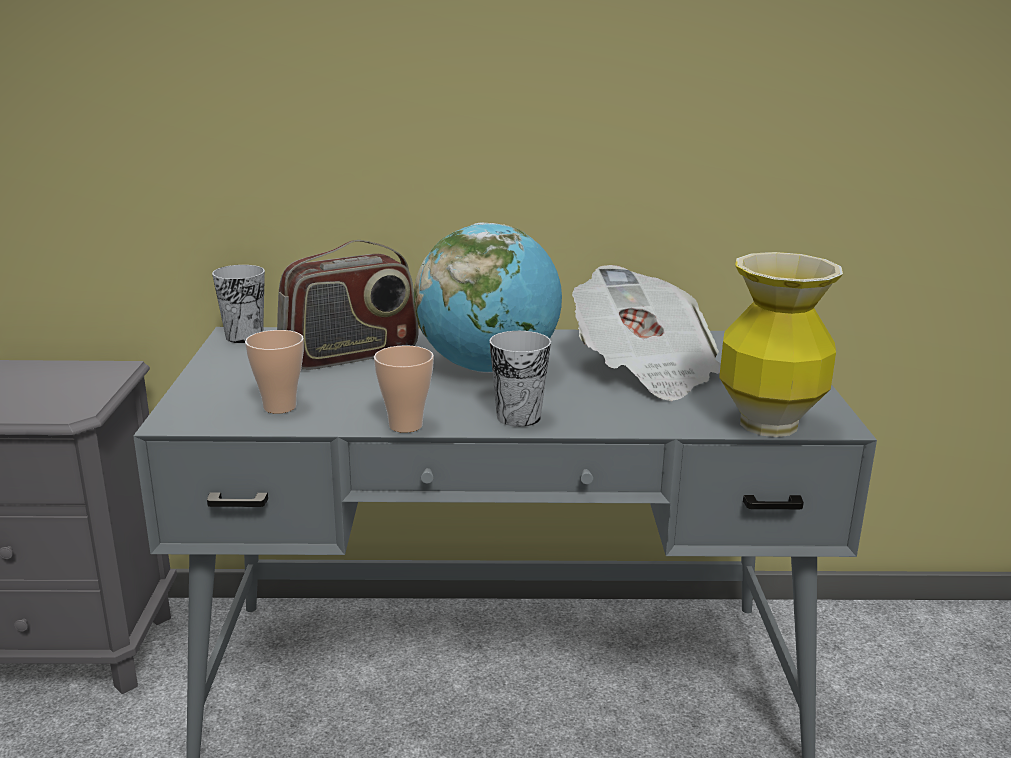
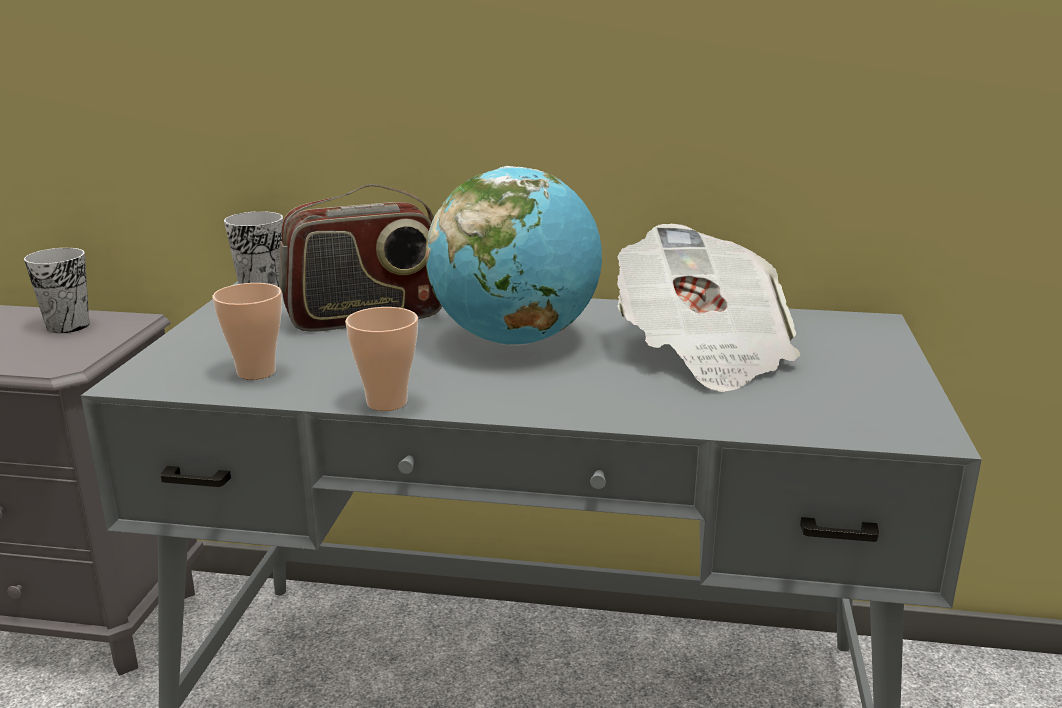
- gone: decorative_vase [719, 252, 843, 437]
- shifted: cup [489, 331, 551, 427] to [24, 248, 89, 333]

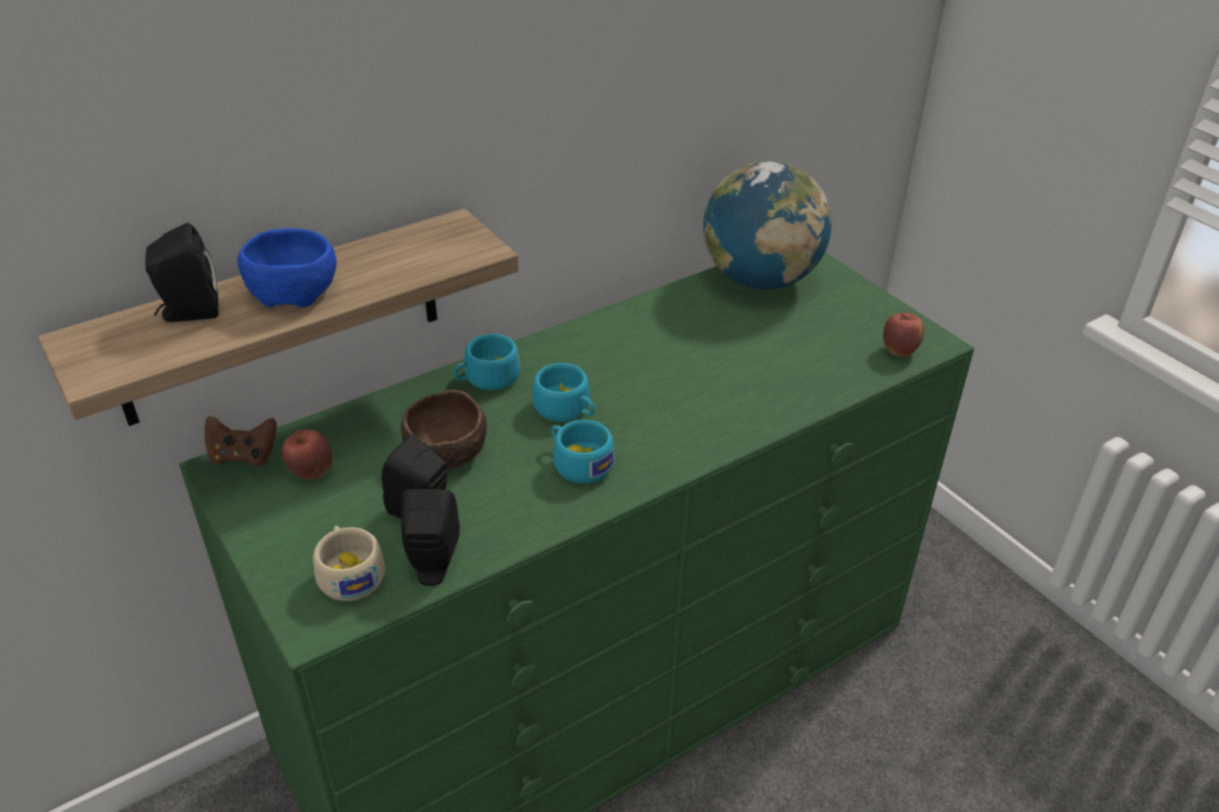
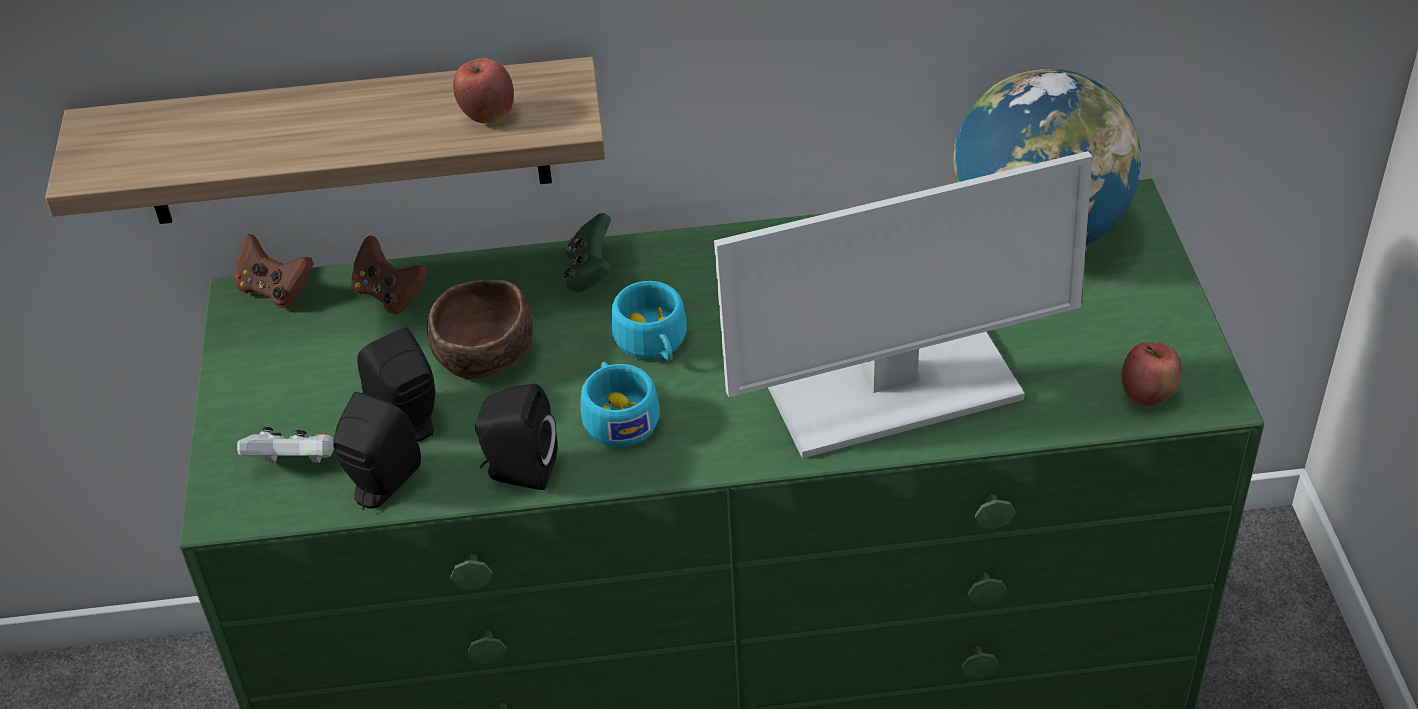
- gone: bluish_deep_dish [237, 228, 336, 308]
- new: brownish_joypad [351, 235, 428, 314]
- new: monitor [714, 151, 1093, 458]
- shifted: blackish_audio_speaker [145, 223, 218, 322] to [475, 384, 557, 490]
- shifted: apple_fruit [282, 429, 332, 480] to [453, 58, 514, 124]
- swapped: beige_cup [313, 526, 385, 601] to whitish_joypad [237, 427, 334, 463]
- swapped: turquoise-coloured_cup [453, 334, 520, 390] to greenish_joypad [564, 213, 612, 292]

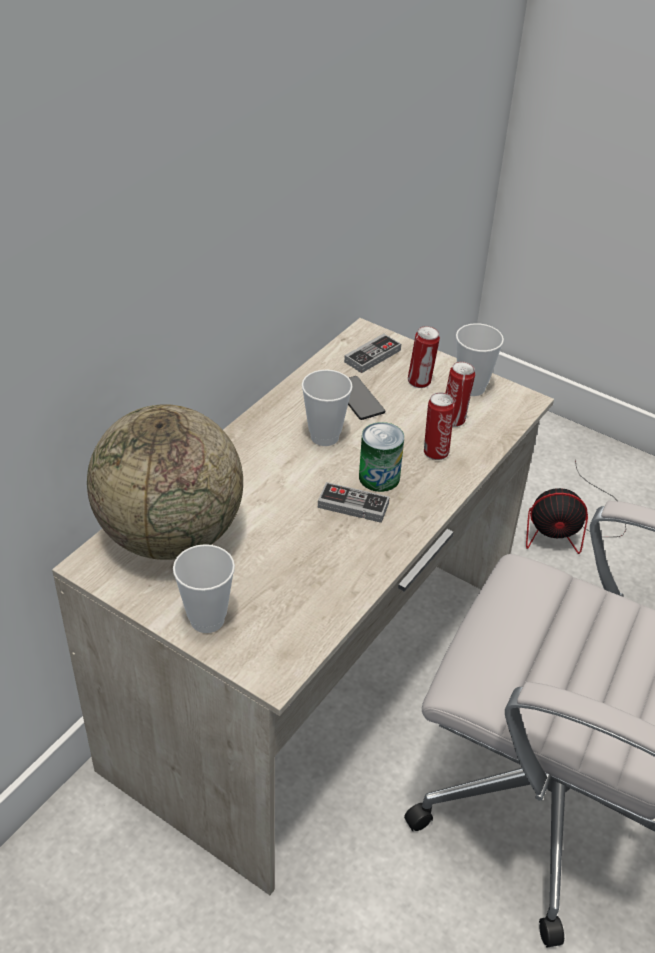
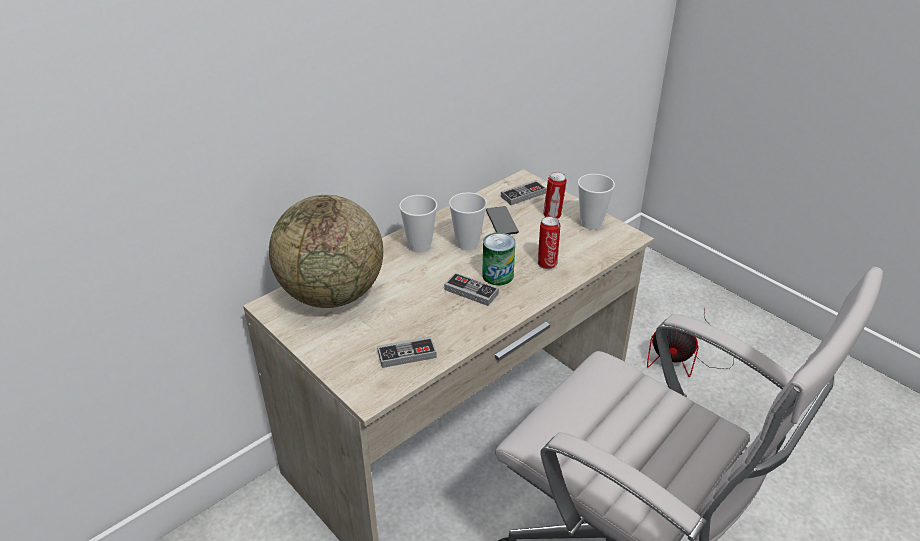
- gone: metal_can [446, 362, 475, 427]
- new: joypad [377, 336, 437, 368]
- shifted: cup [173, 544, 235, 633] to [399, 195, 437, 253]

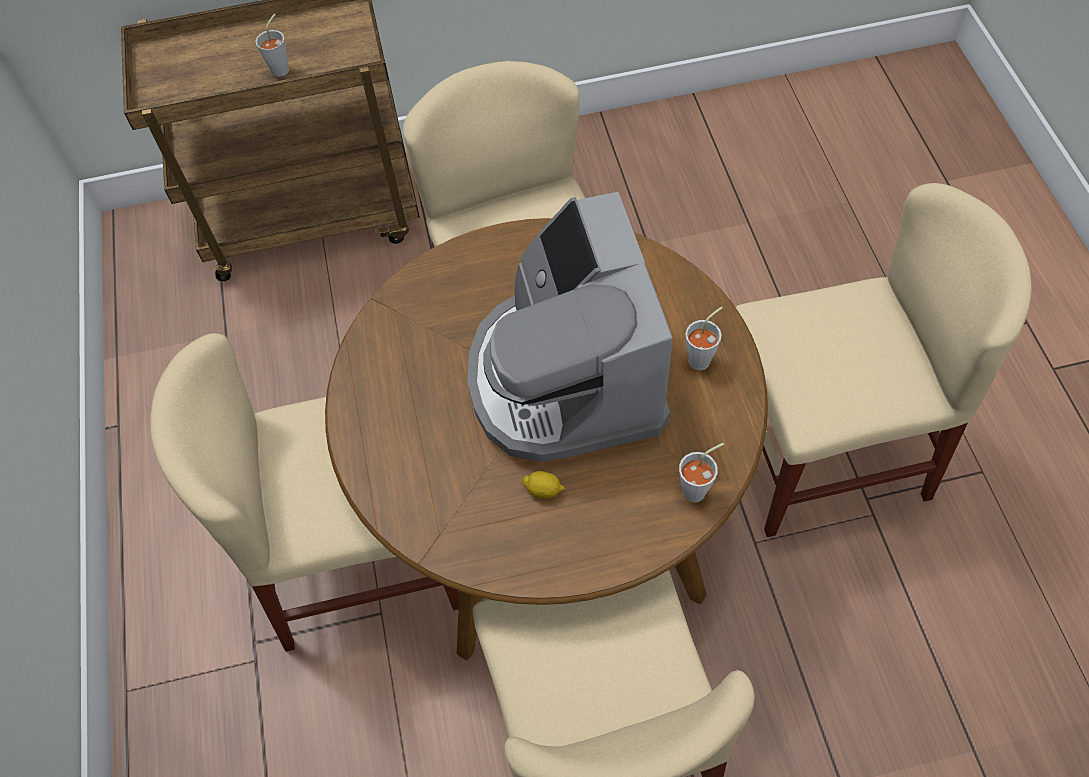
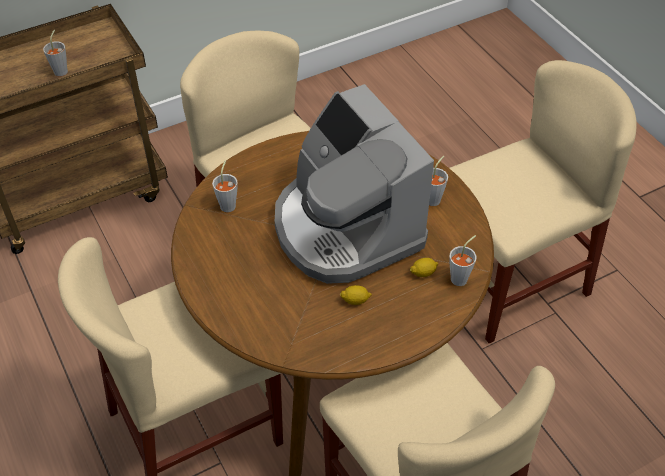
- new: gray_cup [212, 161, 238, 212]
- new: lemon [410, 258, 439, 277]

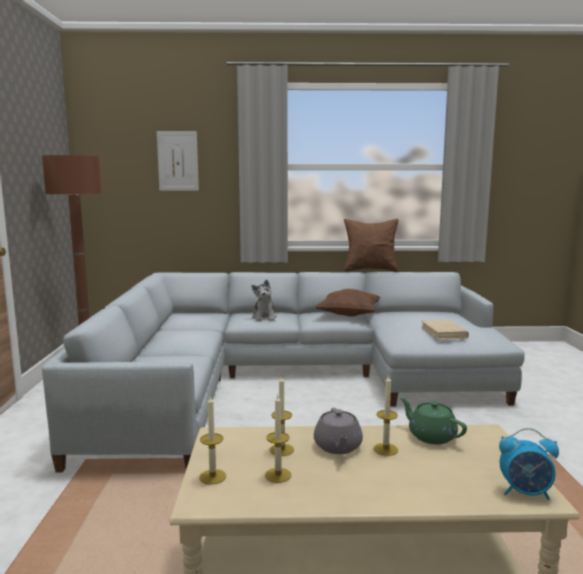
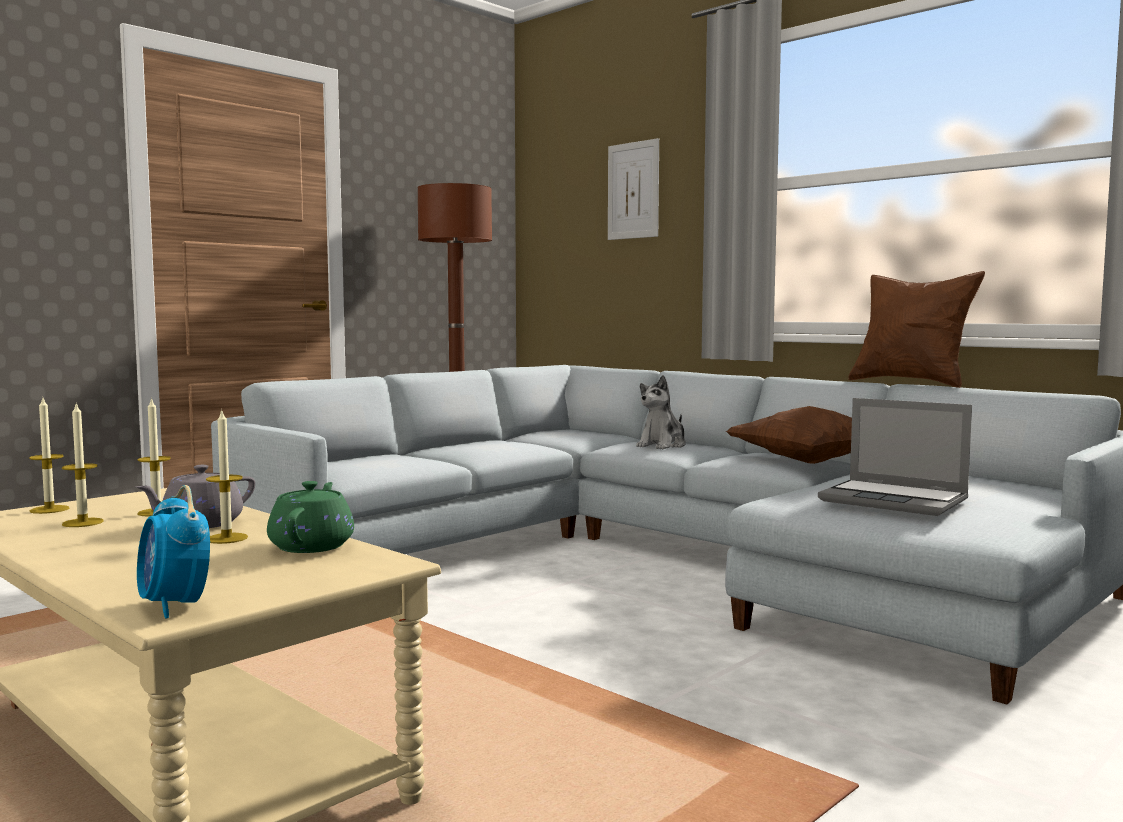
- swapped: beige_volume [421, 320, 469, 340] to portable_computer [818, 398, 972, 516]

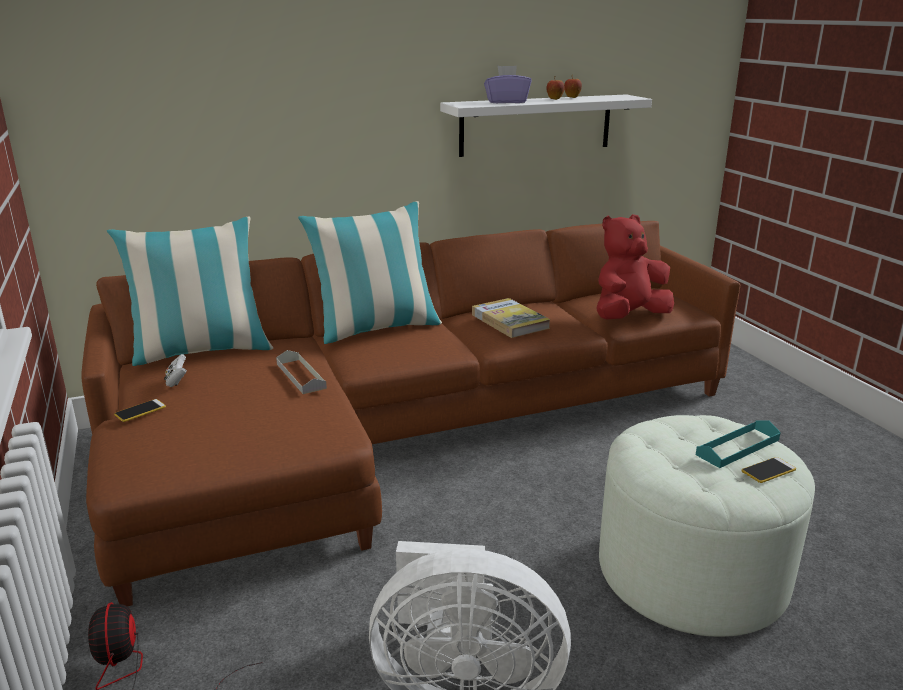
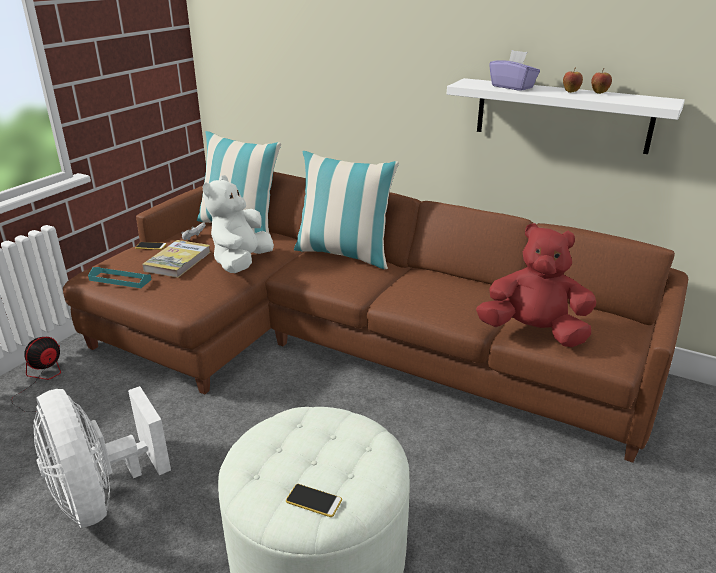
- shifted: volume [472, 298, 551, 338] to [142, 240, 211, 278]
- shifted: turquoise-coloured_tray [696, 420, 781, 468] to [88, 267, 151, 288]
- swapped: gray_tray [276, 350, 327, 394] to whitish_soft_toy [202, 175, 274, 273]

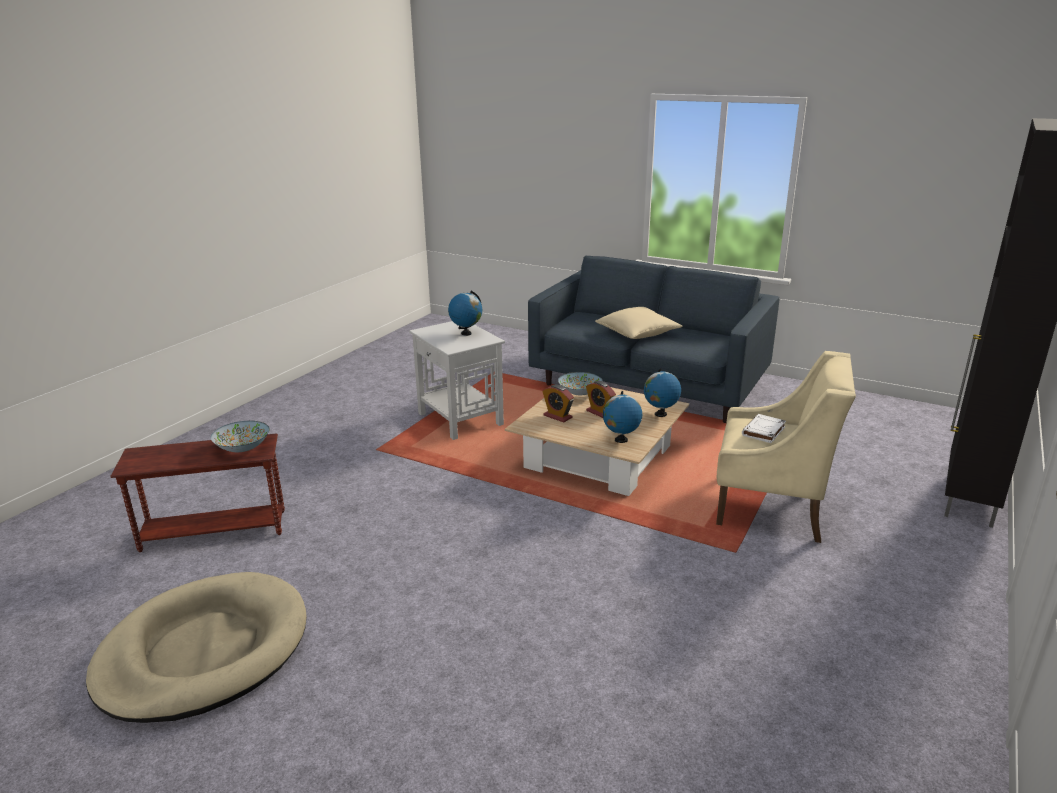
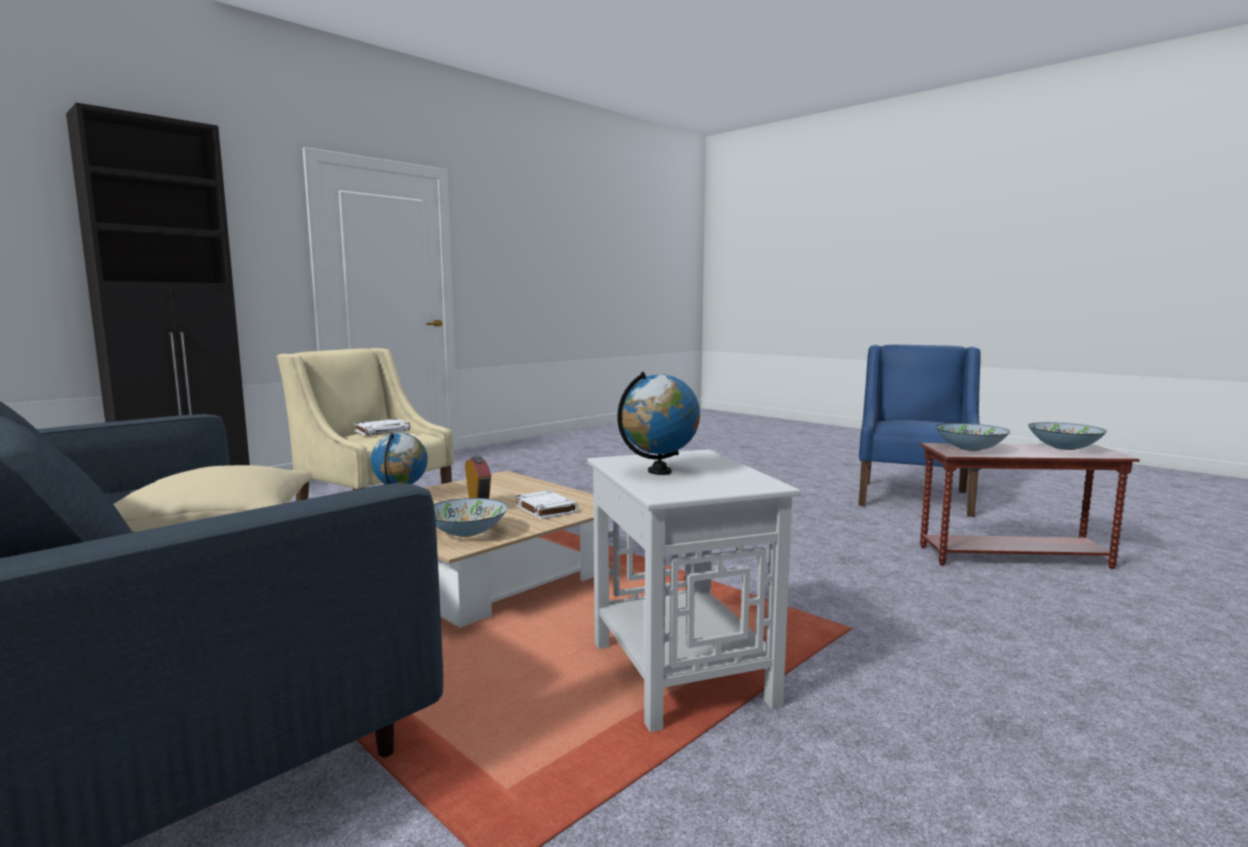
- gone: desk_globe [603, 391, 642, 443]
- new: deep_dish [1028, 422, 1107, 450]
- swapped: beige_dog_cushion [86, 572, 306, 723] to bluish_easy_chair [859, 345, 981, 517]
- swapped: table_clock [543, 385, 574, 423] to whitish_volume [515, 490, 578, 519]

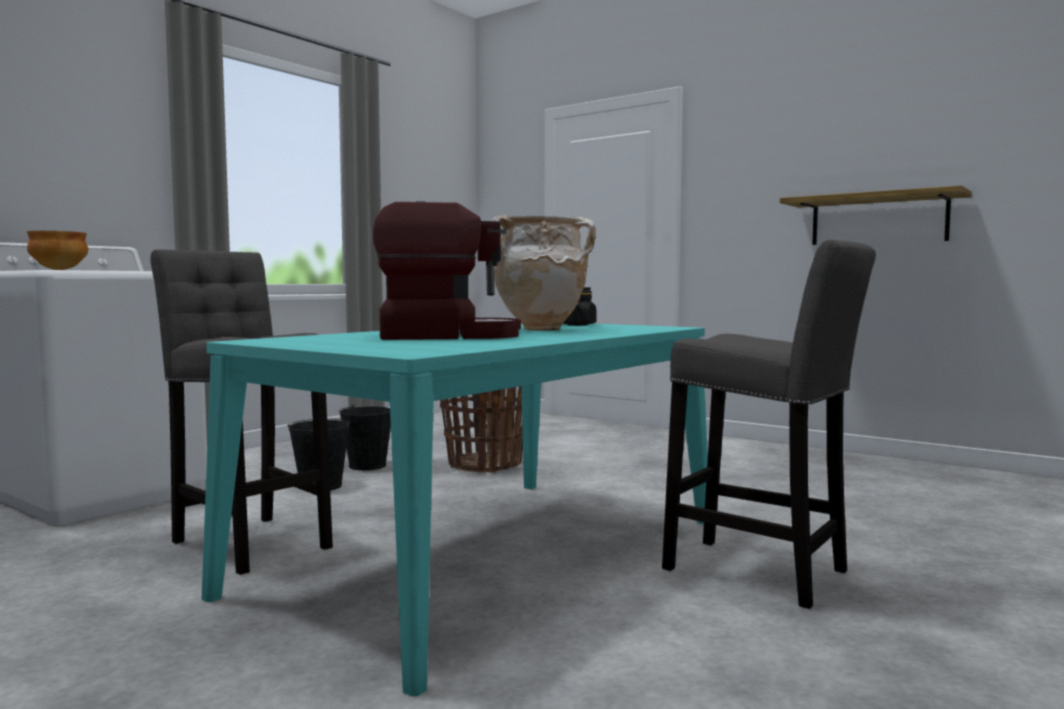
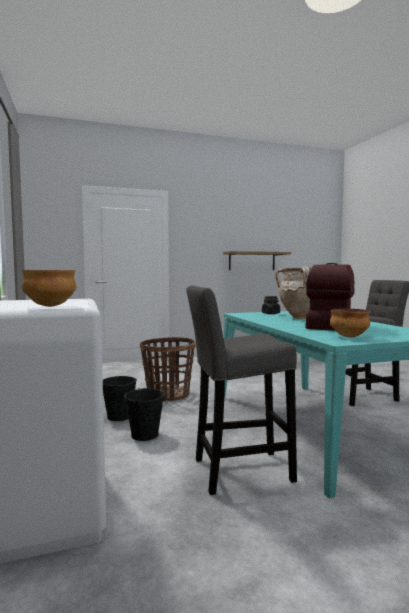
- new: deep_dish [330, 309, 370, 337]

